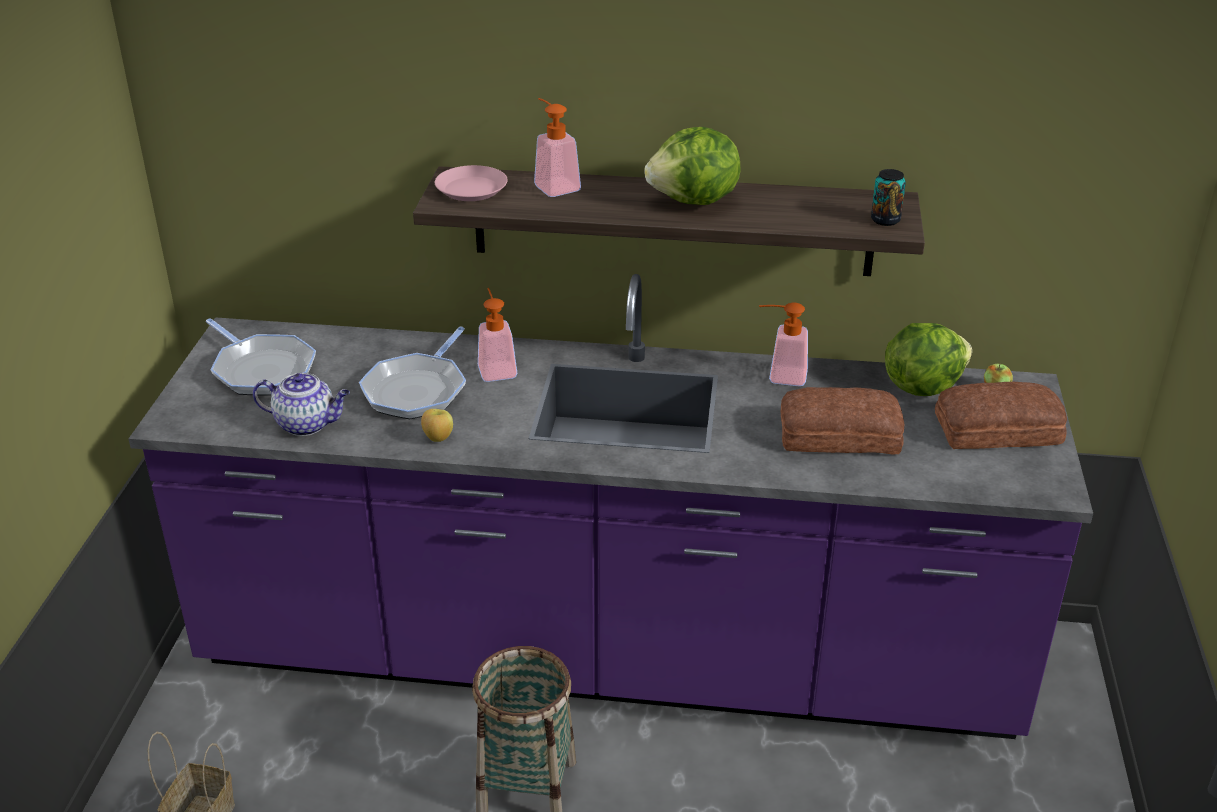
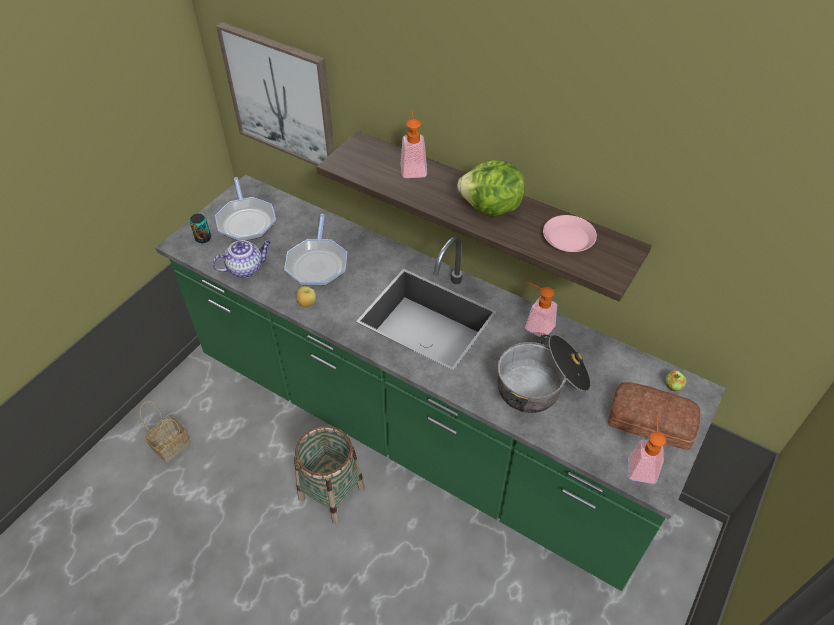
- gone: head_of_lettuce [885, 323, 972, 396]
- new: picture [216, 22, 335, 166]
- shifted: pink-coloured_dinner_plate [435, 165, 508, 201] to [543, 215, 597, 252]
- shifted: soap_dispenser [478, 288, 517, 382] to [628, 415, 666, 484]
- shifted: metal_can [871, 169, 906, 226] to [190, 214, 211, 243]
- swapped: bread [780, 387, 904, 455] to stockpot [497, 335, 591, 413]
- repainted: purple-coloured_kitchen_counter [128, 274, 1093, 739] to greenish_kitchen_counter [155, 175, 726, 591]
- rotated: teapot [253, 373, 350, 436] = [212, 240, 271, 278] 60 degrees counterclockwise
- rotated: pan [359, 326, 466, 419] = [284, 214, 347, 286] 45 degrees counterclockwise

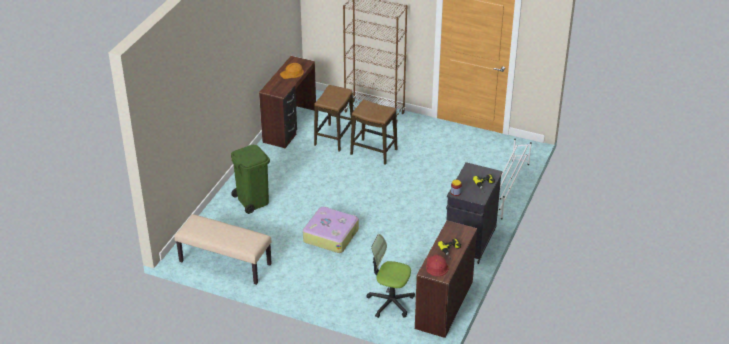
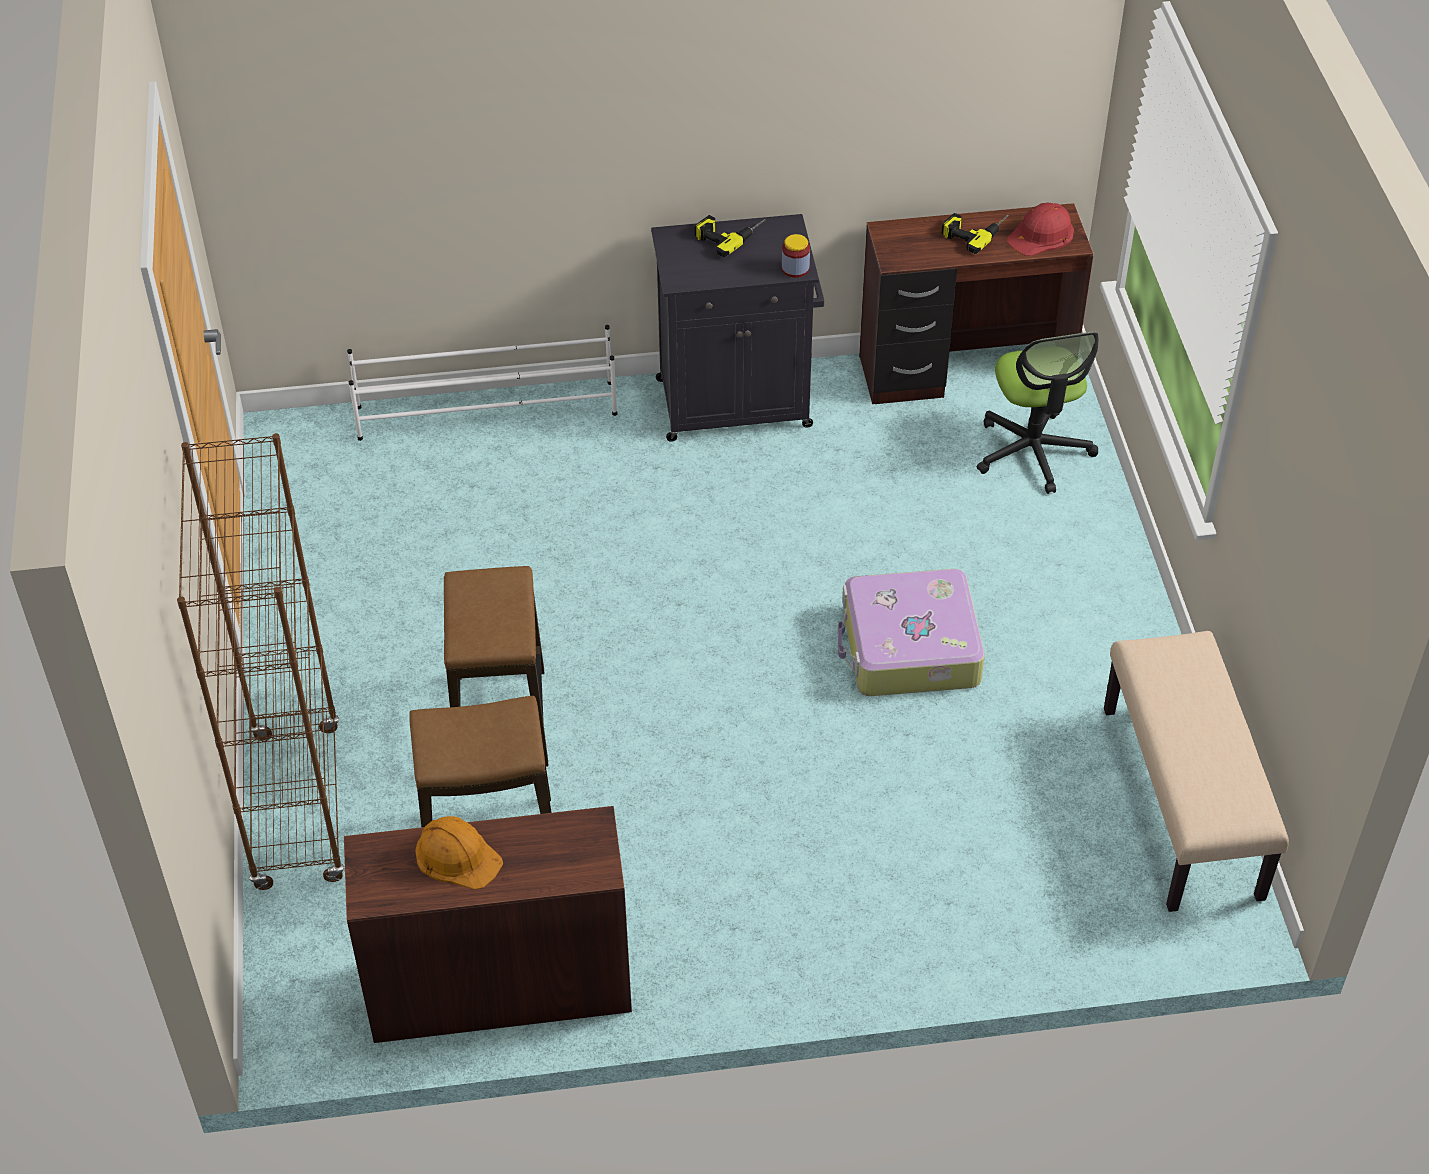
- gone: greenish_trash_can [231, 145, 270, 214]

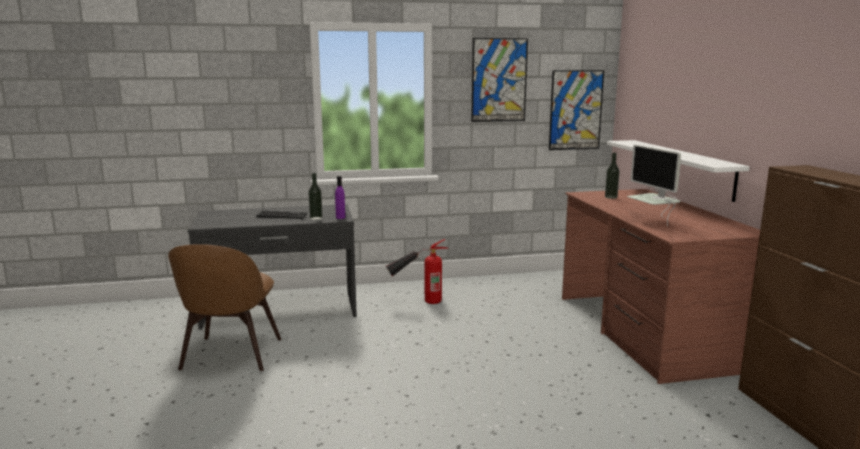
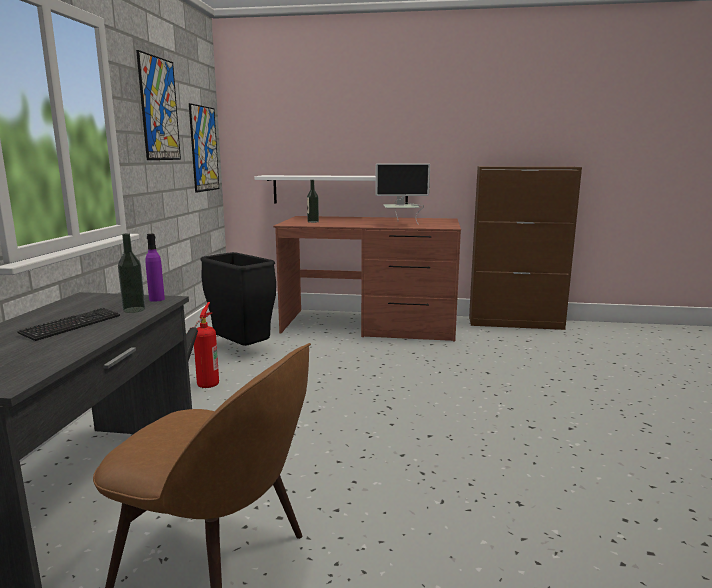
- new: blackish_trash_can [200, 252, 276, 346]

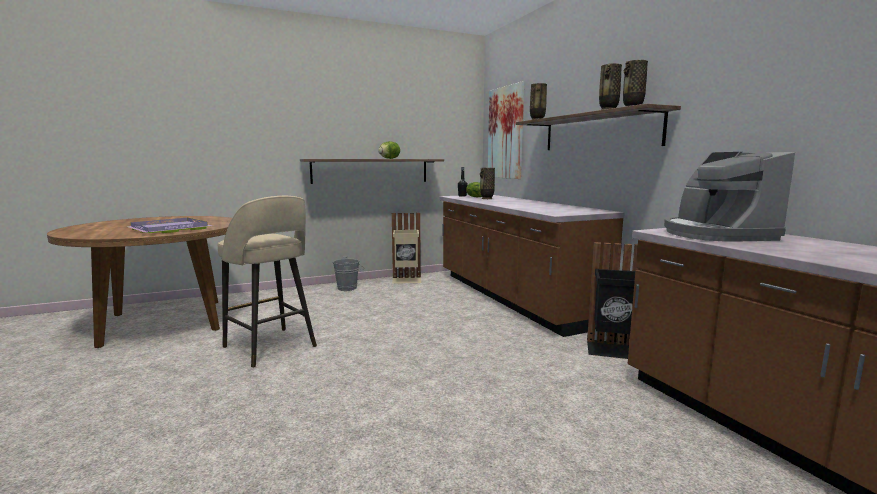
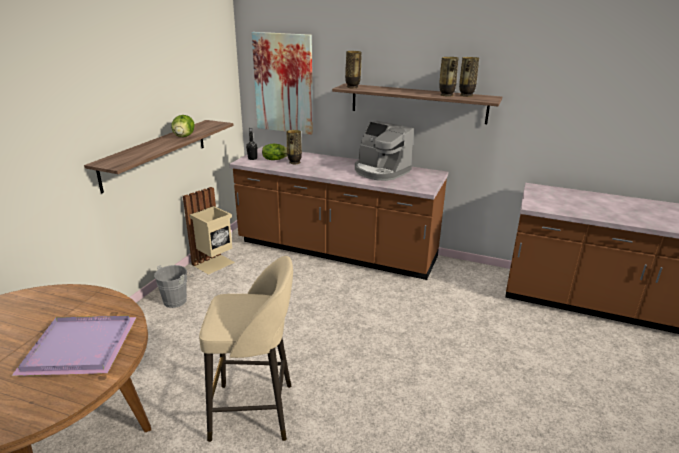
- gone: blackish_trash_can [587, 242, 639, 359]
- shifted: coffee_maker [664, 152, 795, 242] to [355, 121, 414, 181]

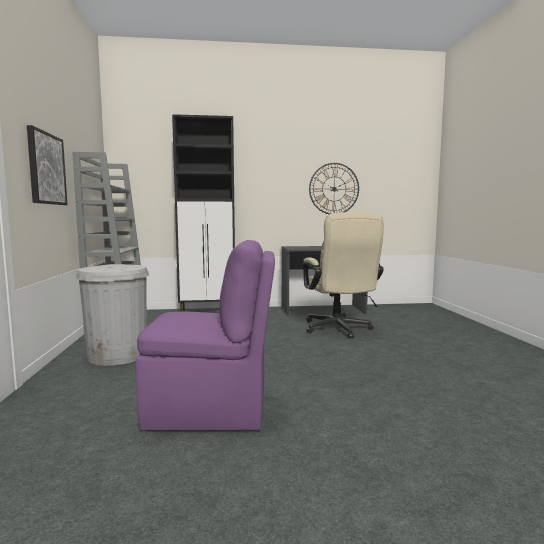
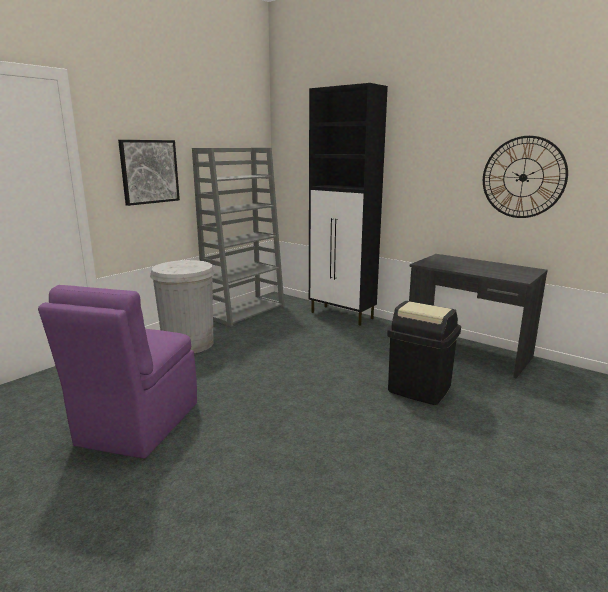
- swapped: beige_desk_chair [303, 212, 384, 339] to blackish_trash_can [387, 301, 461, 405]
- rotated: purple-coloured_chair [136, 240, 275, 431] = [38, 285, 197, 459] 60 degrees clockwise

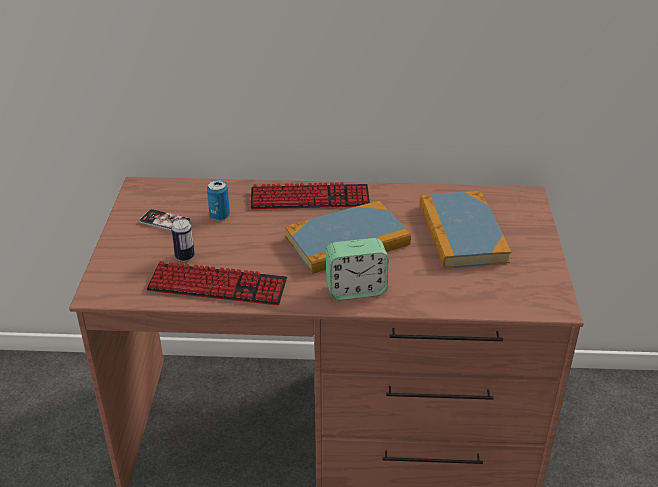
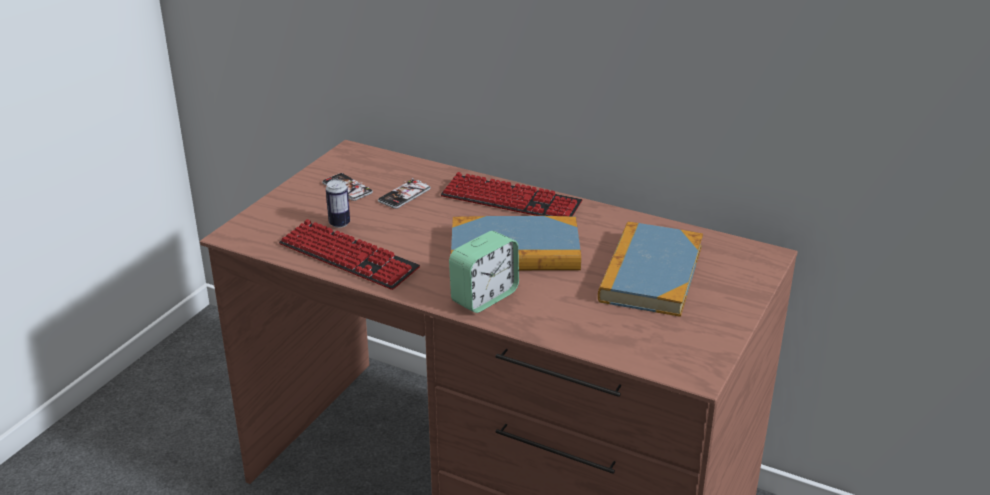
- swapped: metal_can [207, 180, 230, 221] to handset [378, 178, 431, 209]
- rotated: table_clock [326, 238, 389, 300] = [449, 231, 519, 313] 60 degrees counterclockwise

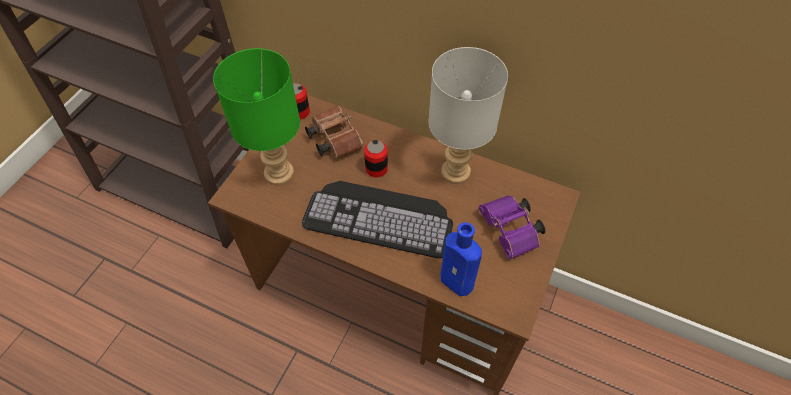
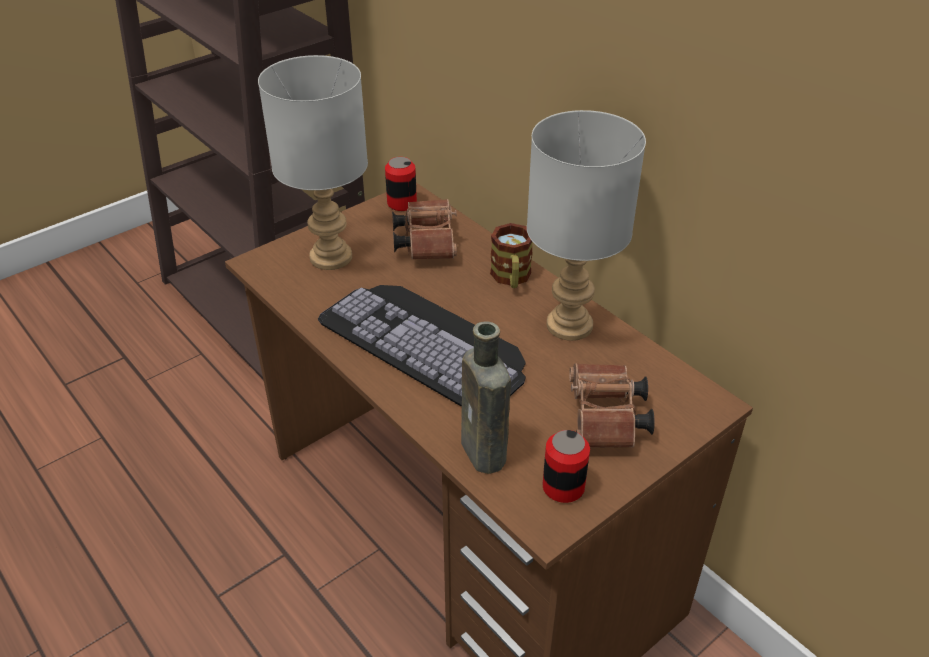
- new: mug [490, 223, 532, 288]
- shifted: metal_can [364, 140, 388, 177] to [543, 430, 590, 503]
- repainted: greenish_lamp_for_a_table [213, 48, 300, 185] to gray_lamp_for_a_table [258, 55, 368, 270]
- repainted: bluish_beverage_bottle [441, 223, 482, 296] to brownish_beverage_bottle [461, 321, 511, 474]
- repainted: purple-coloured_binoculars [478, 195, 546, 259] to brownish_binoculars [569, 363, 655, 448]

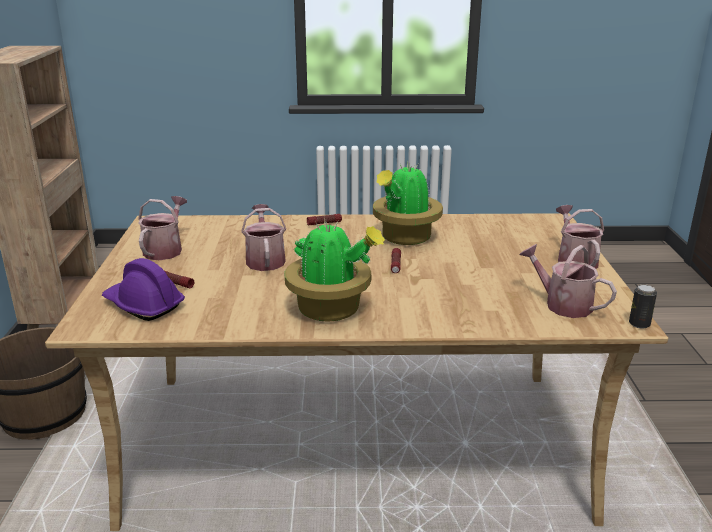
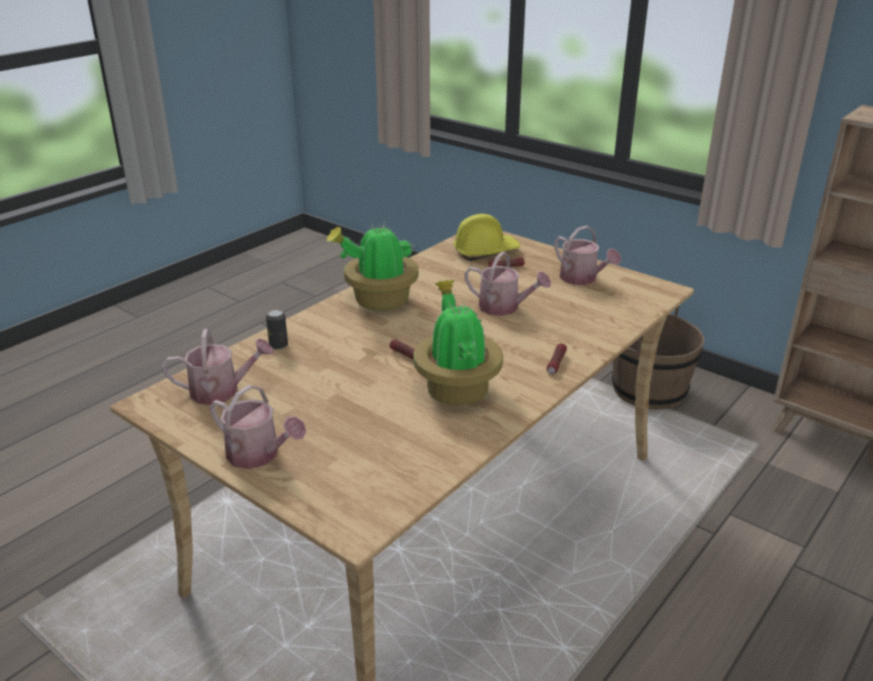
- shifted: metal_can [629, 284, 657, 329] to [266, 310, 288, 350]
- repainted: purple-coloured_hard_hat [102, 258, 185, 321] to yellowish_hard_hat [453, 214, 520, 261]

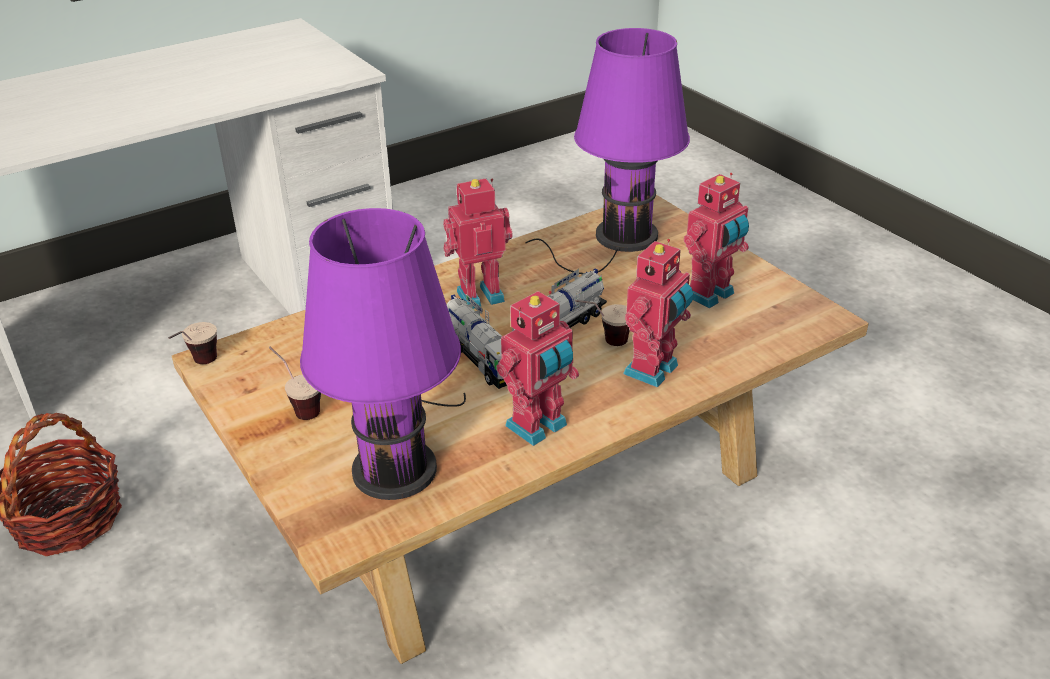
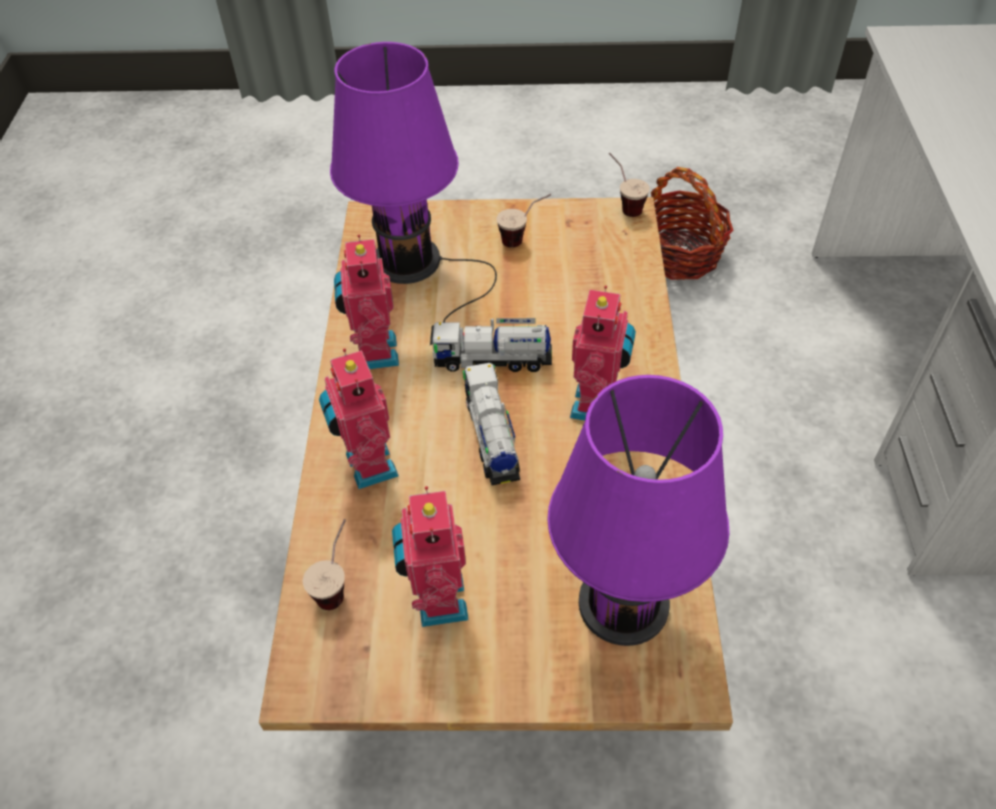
- shifted: cup [575, 300, 630, 346] to [303, 519, 346, 610]

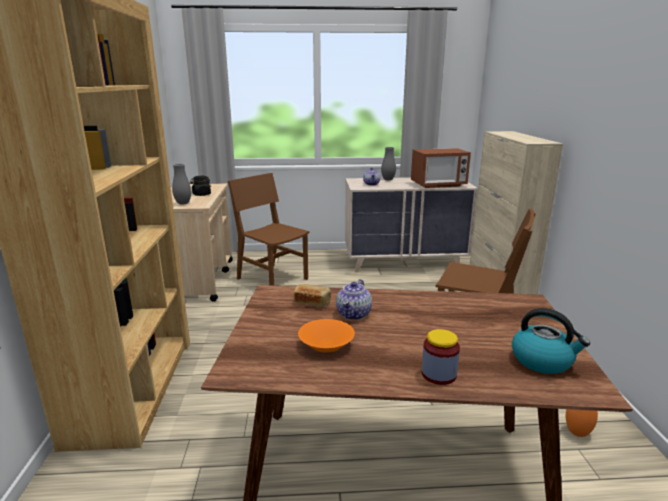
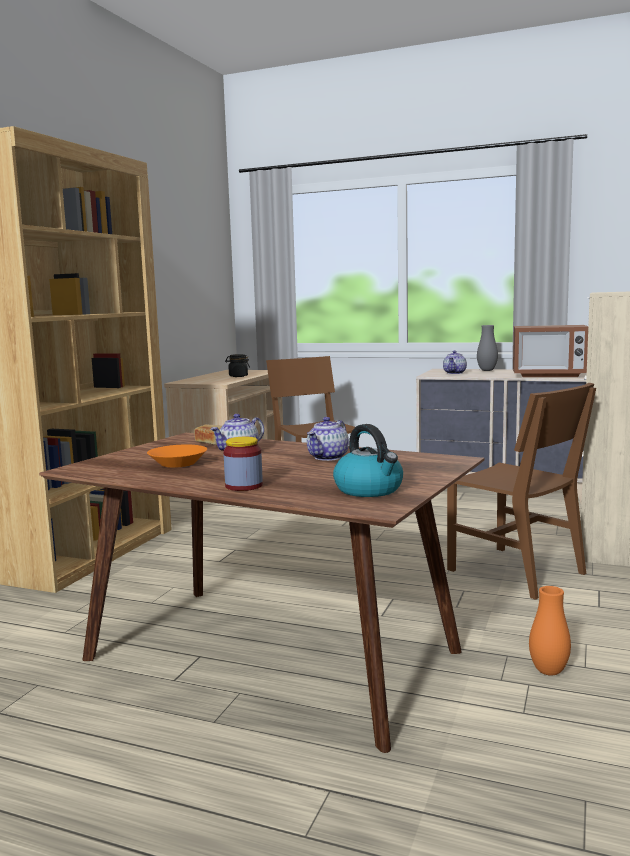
- gone: gray_decorative_vase [172, 164, 191, 205]
- new: teapot [307, 417, 349, 461]

